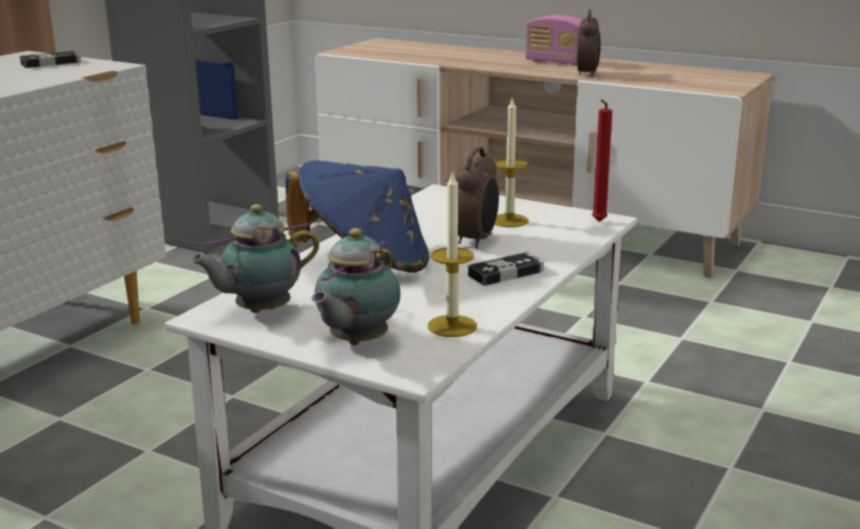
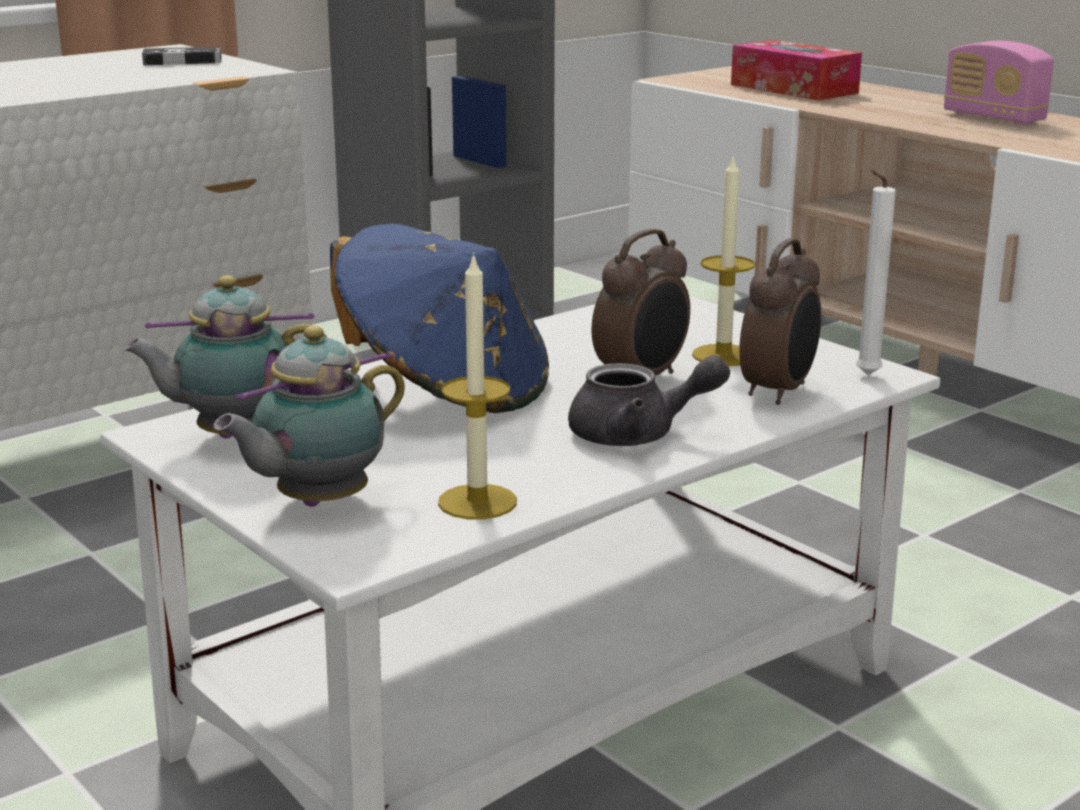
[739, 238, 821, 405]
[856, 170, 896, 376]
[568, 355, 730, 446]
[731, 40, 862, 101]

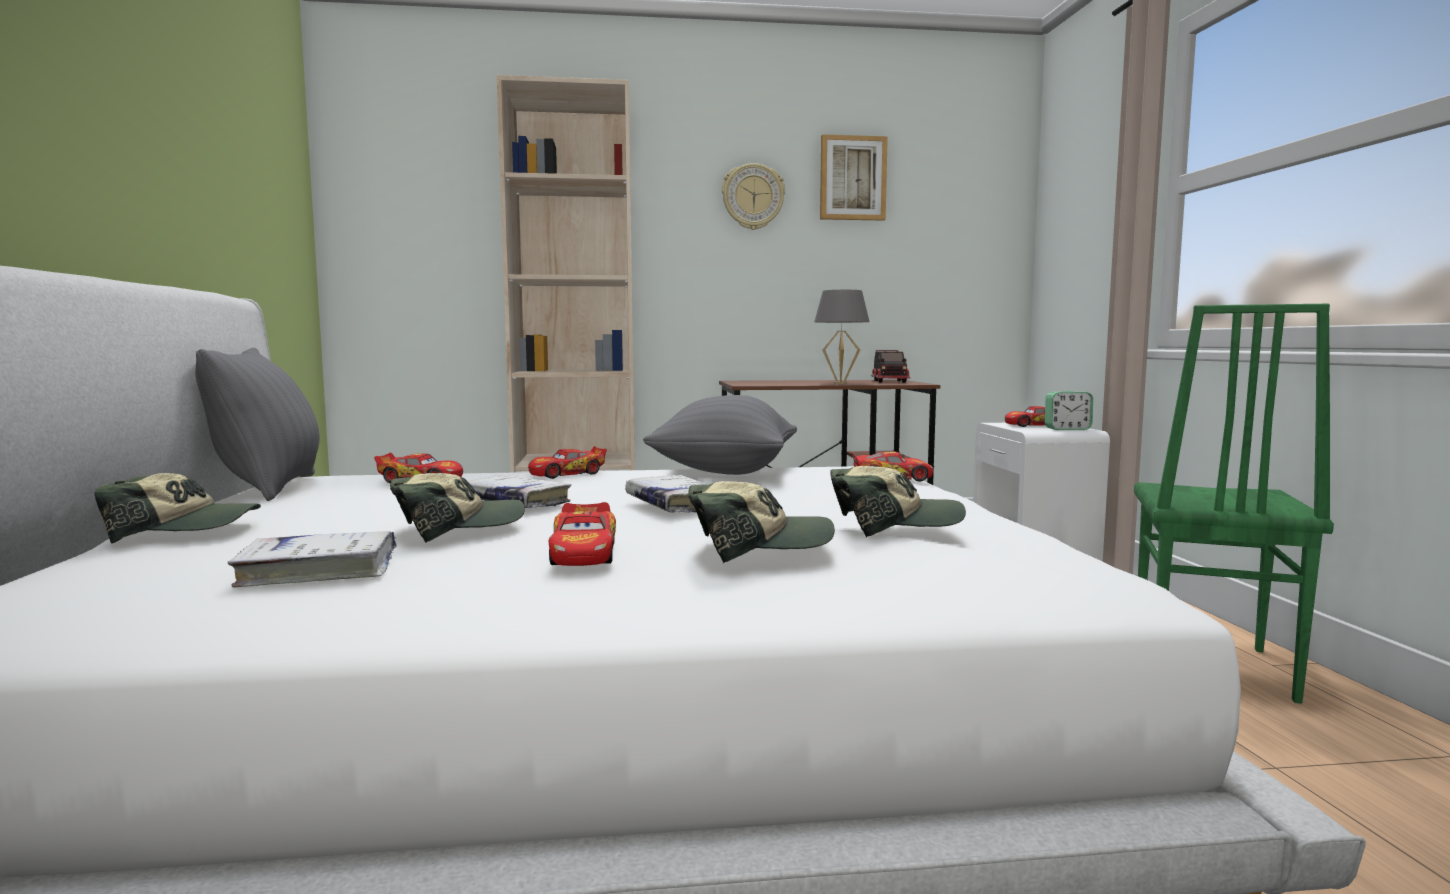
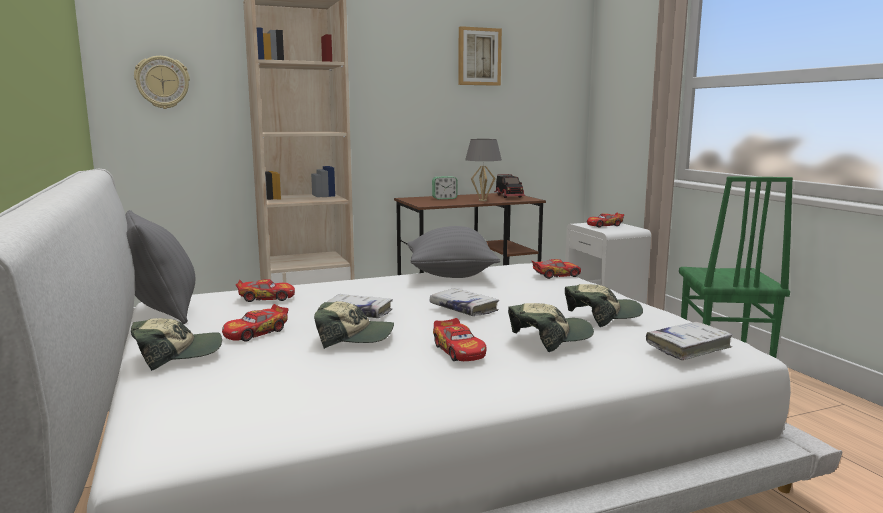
[134, 56, 190, 109]
[432, 176, 458, 199]
[222, 304, 288, 342]
[314, 301, 394, 348]
[646, 322, 733, 360]

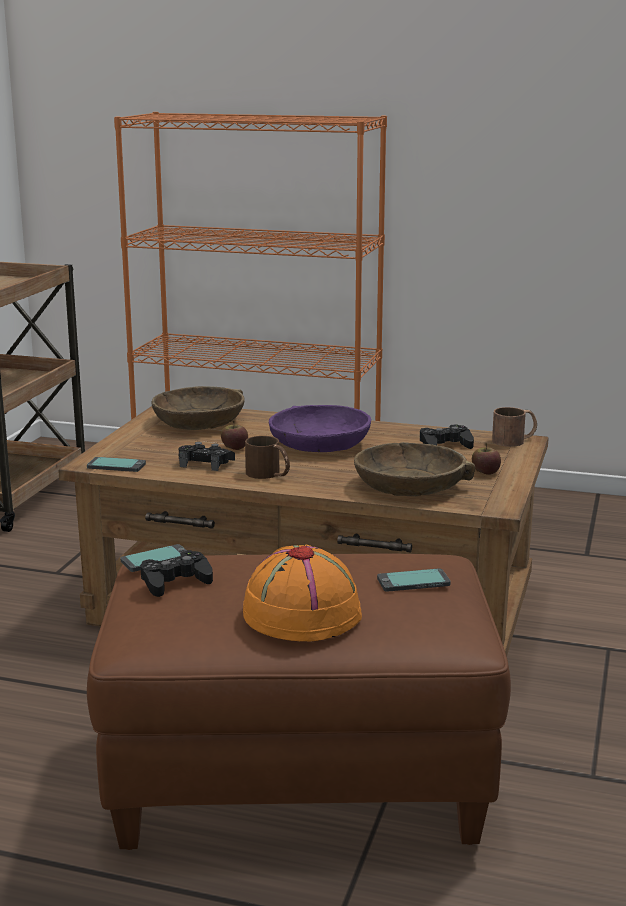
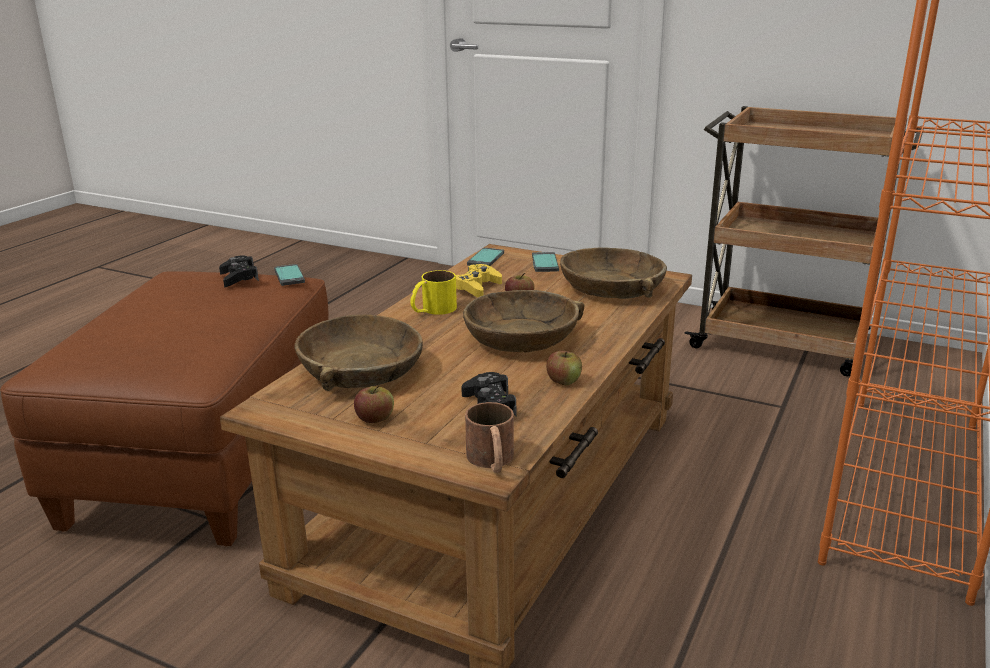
[463, 290, 584, 352]
[410, 270, 457, 315]
[456, 264, 502, 297]
[243, 545, 362, 641] (first image)
[532, 252, 559, 272]
[546, 351, 582, 385]

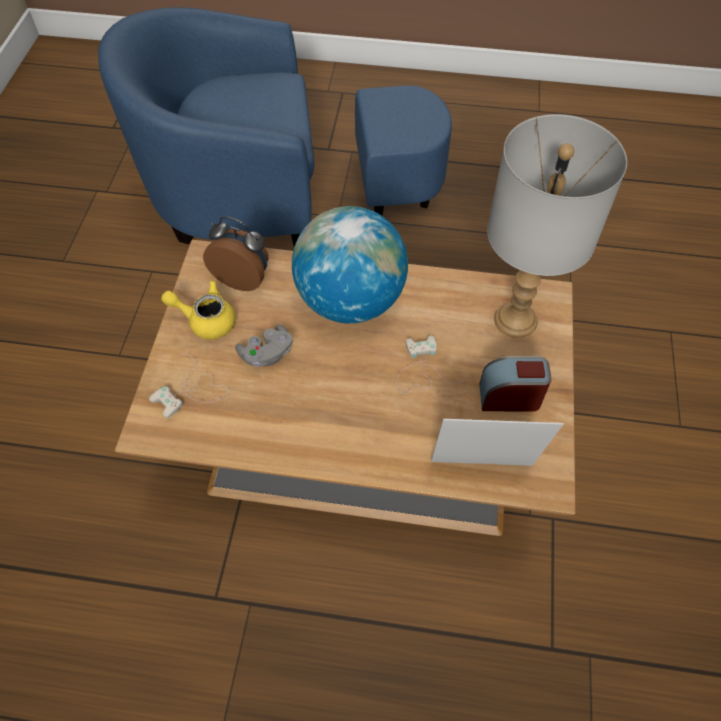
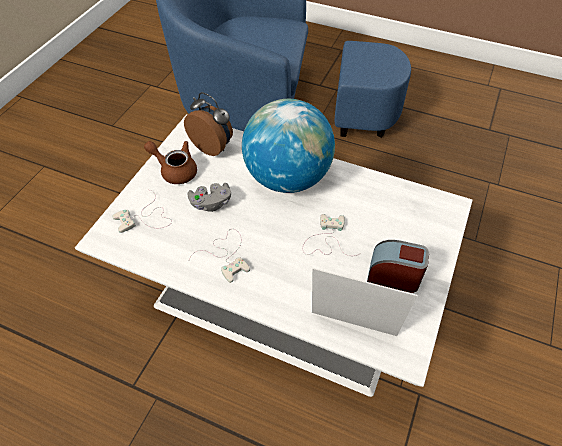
[487, 114, 627, 338] (first image)
[75, 114, 473, 397]
[144, 141, 197, 184]
[189, 229, 250, 283]

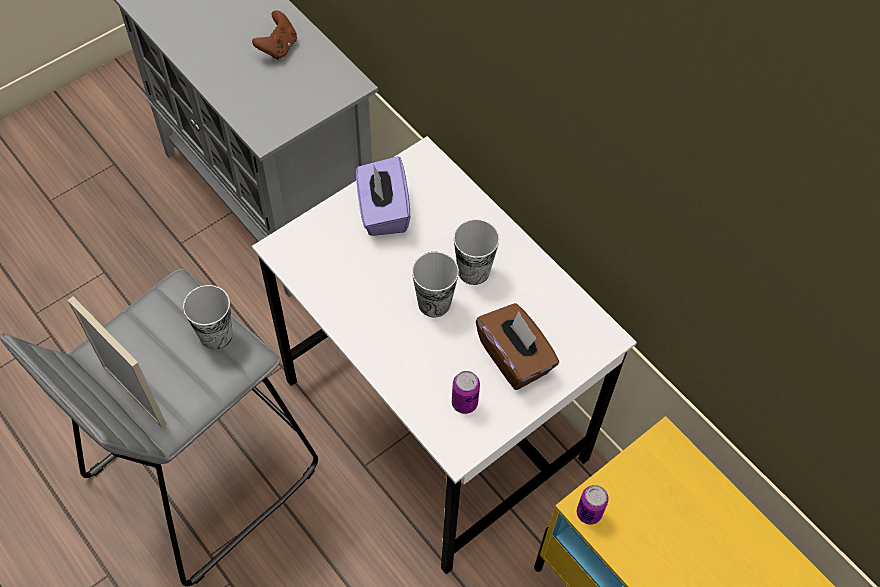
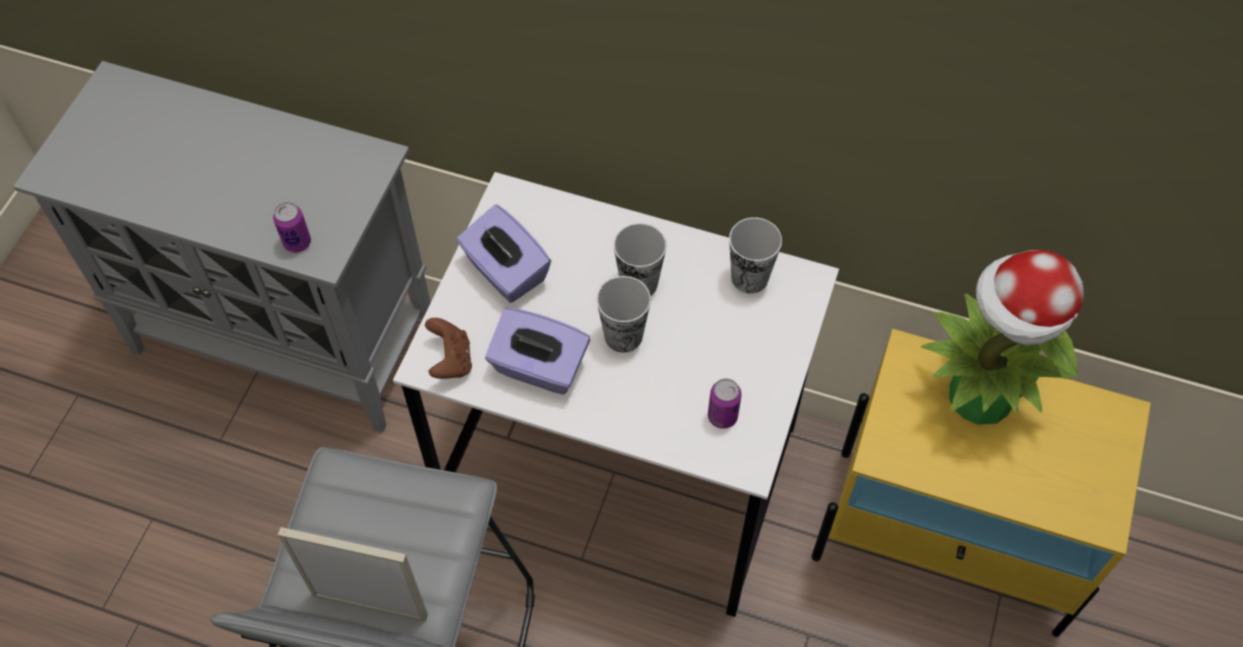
[425, 318, 472, 379]
[729, 217, 782, 294]
[476, 303, 559, 390] (first image)
[273, 202, 311, 253]
[921, 250, 1084, 425]
[485, 308, 590, 395]

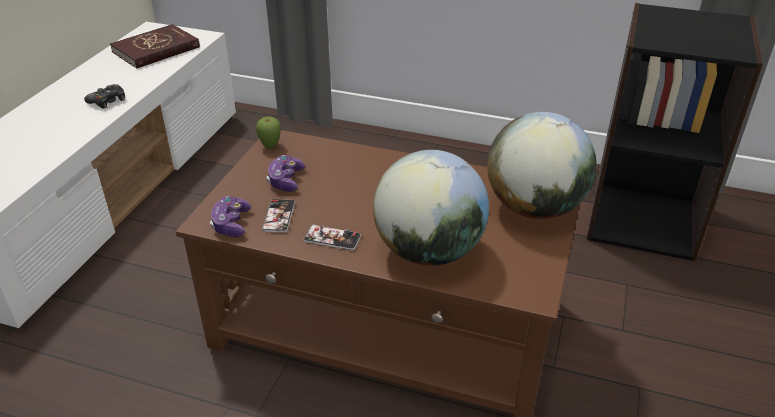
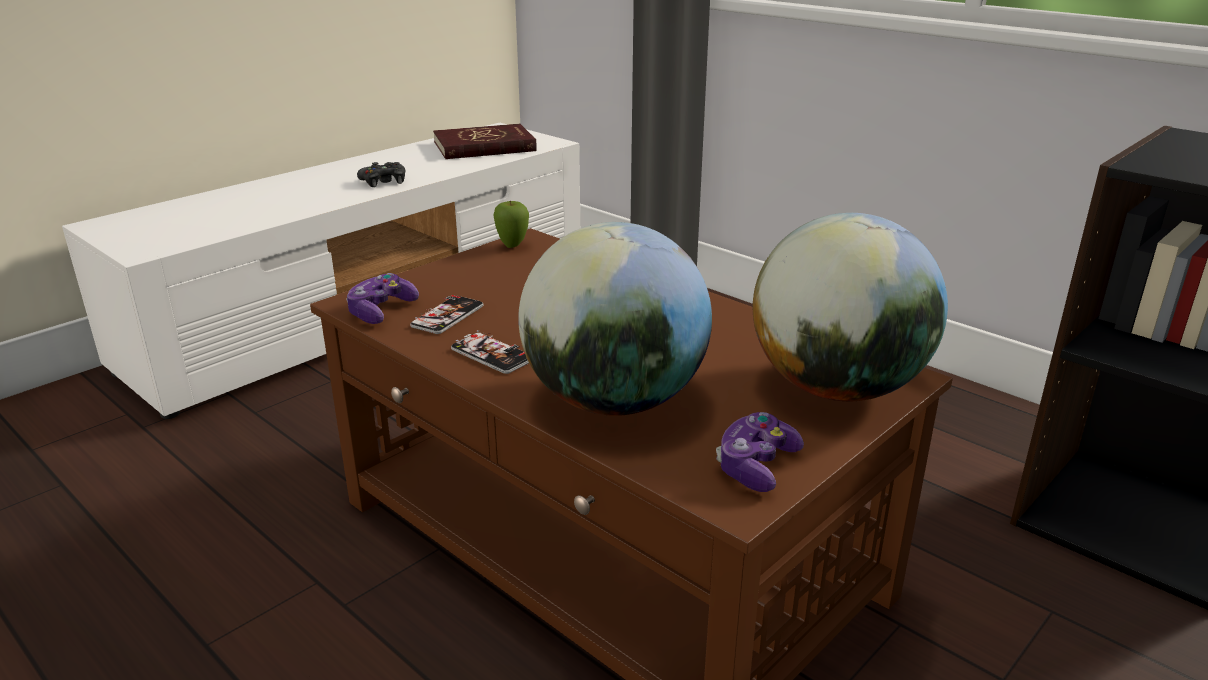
[716, 412, 804, 492]

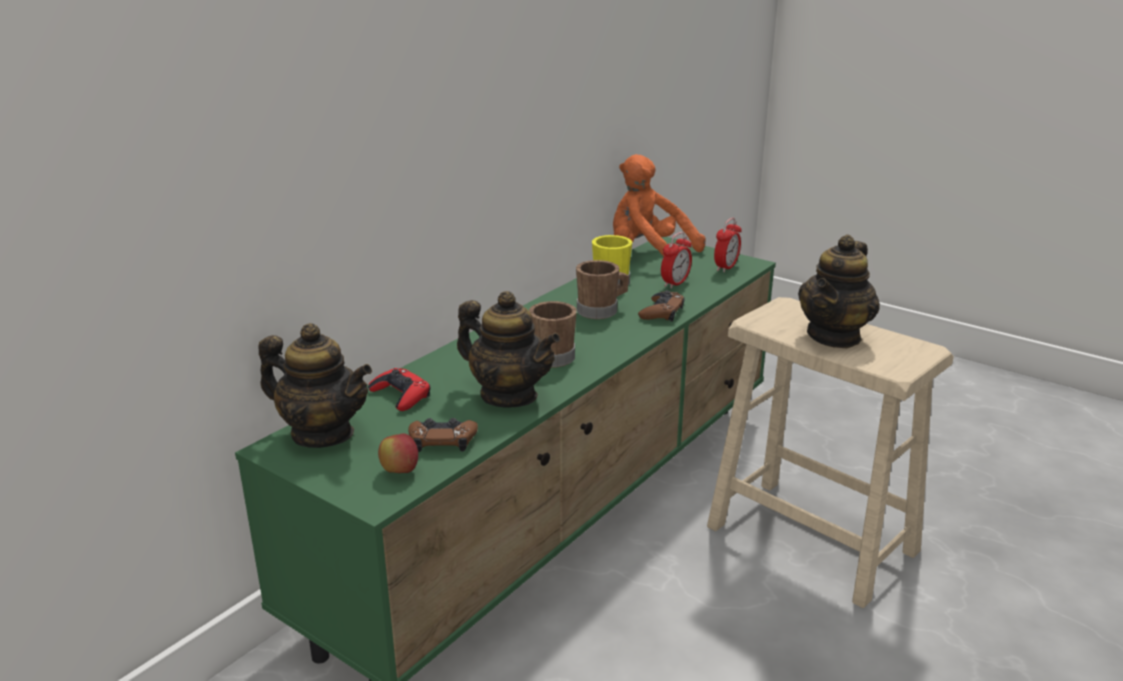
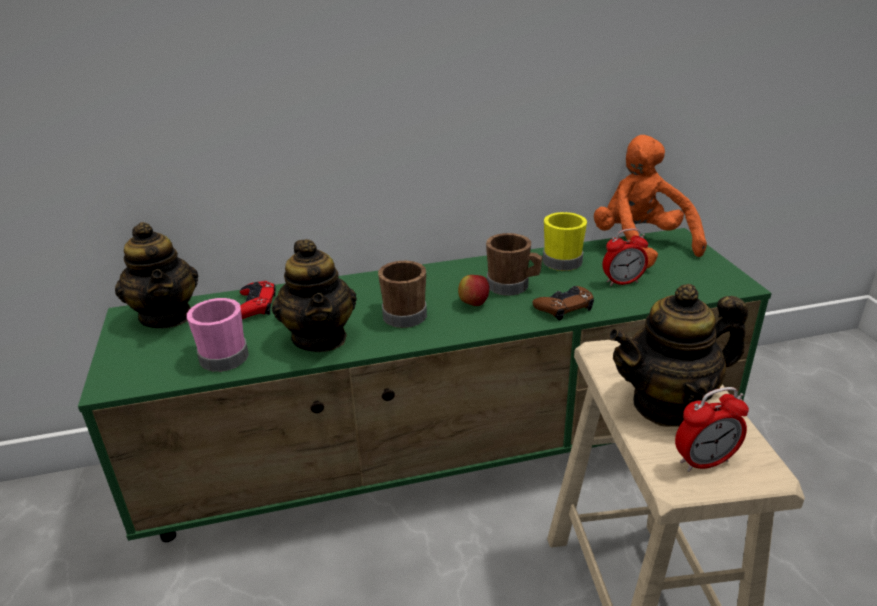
[675, 387, 749, 472]
[187, 298, 249, 372]
[458, 275, 489, 306]

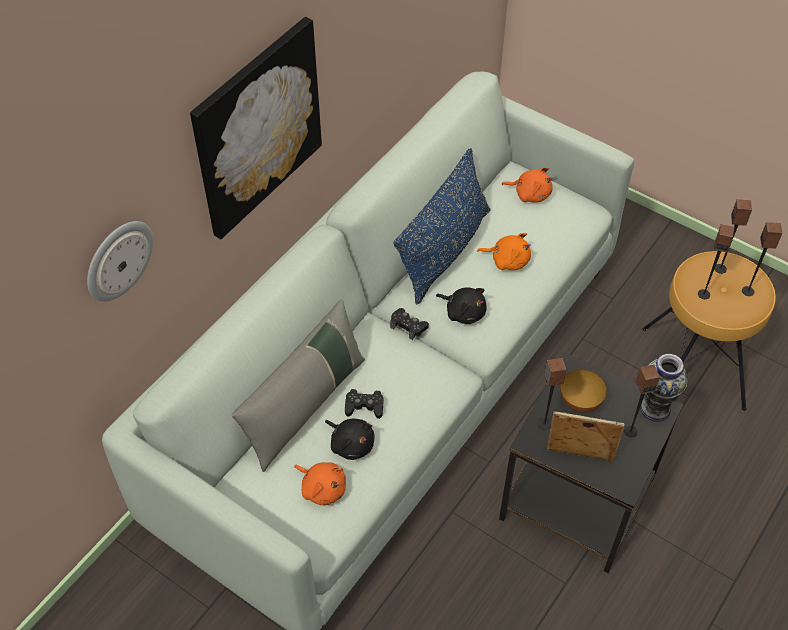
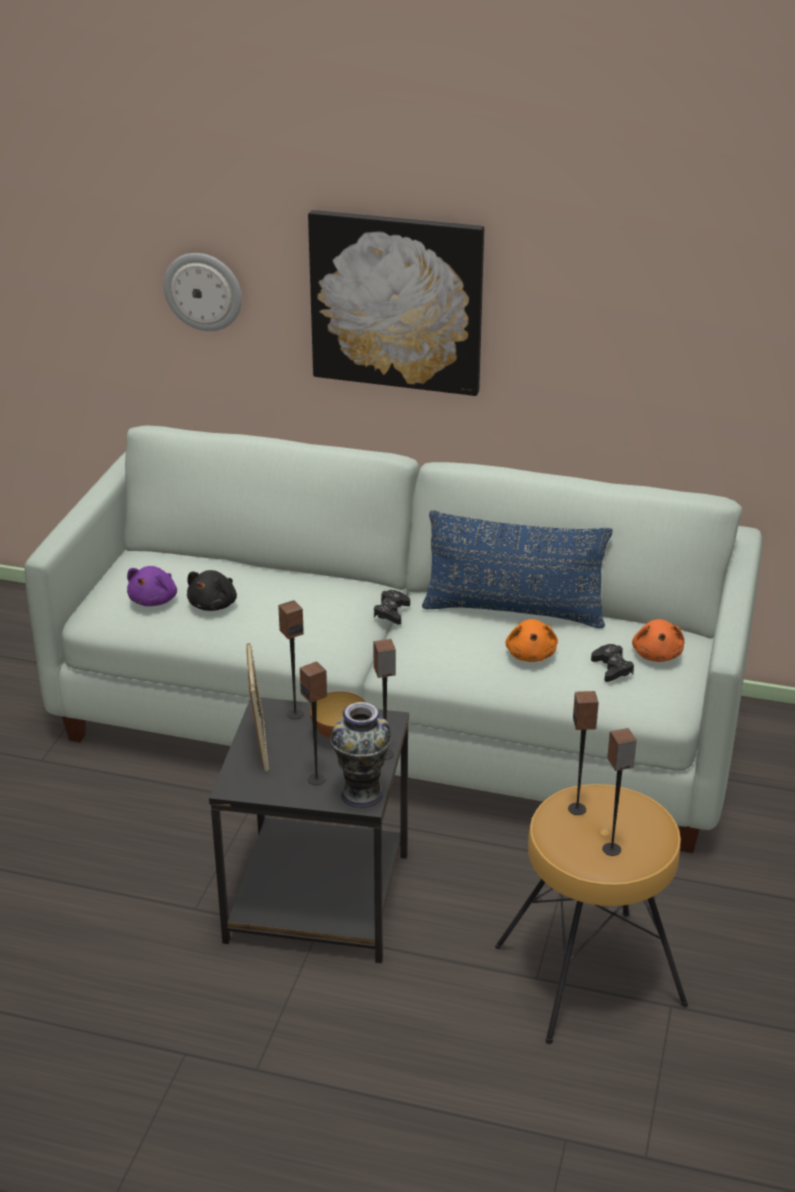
[373, 639, 396, 760]
[436, 288, 487, 324] (first image)
[231, 300, 365, 472] (first image)
[591, 644, 634, 682]
[127, 566, 177, 606]

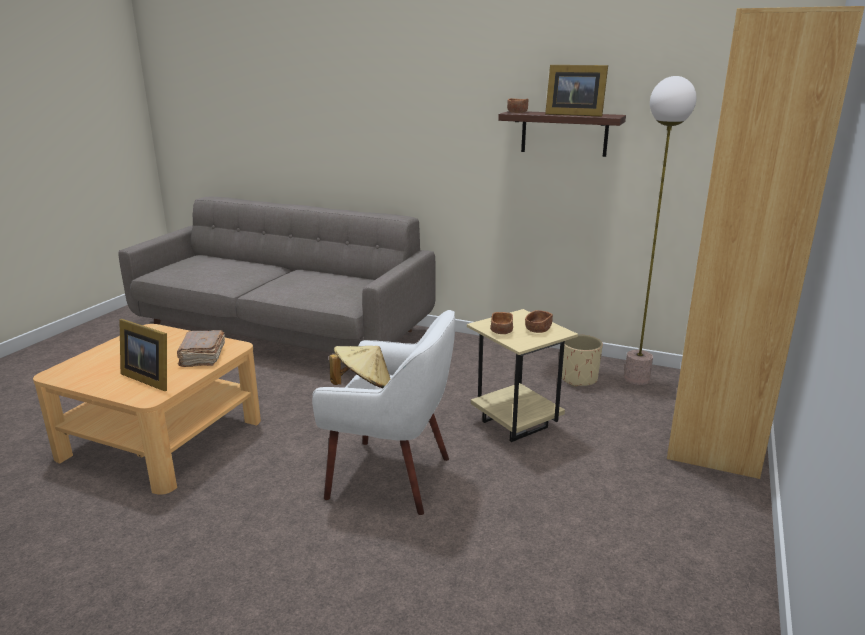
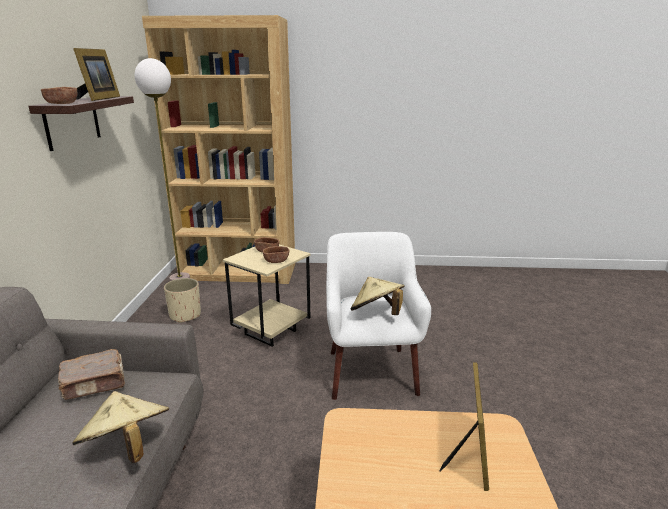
[58, 349, 125, 400]
[72, 391, 169, 463]

